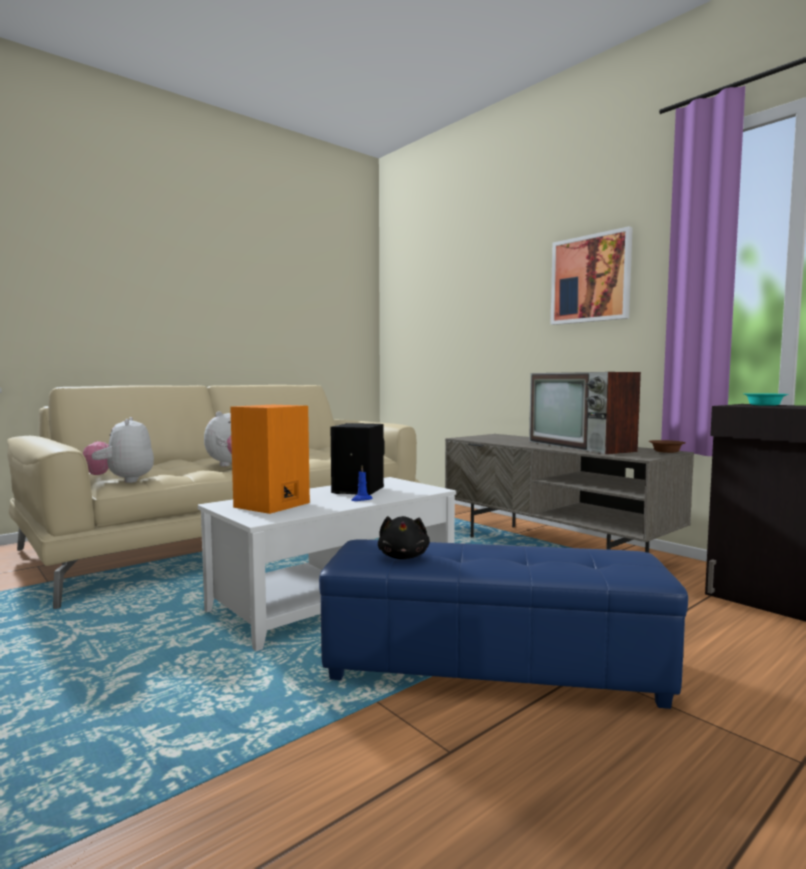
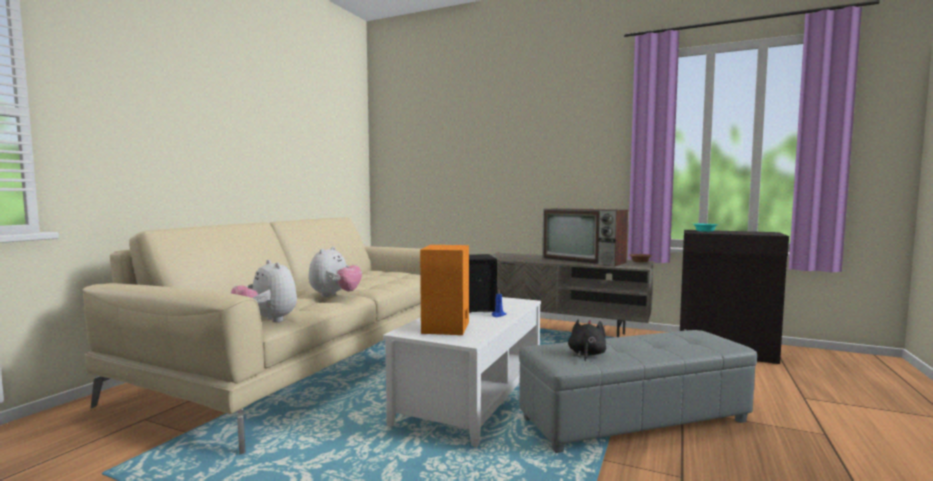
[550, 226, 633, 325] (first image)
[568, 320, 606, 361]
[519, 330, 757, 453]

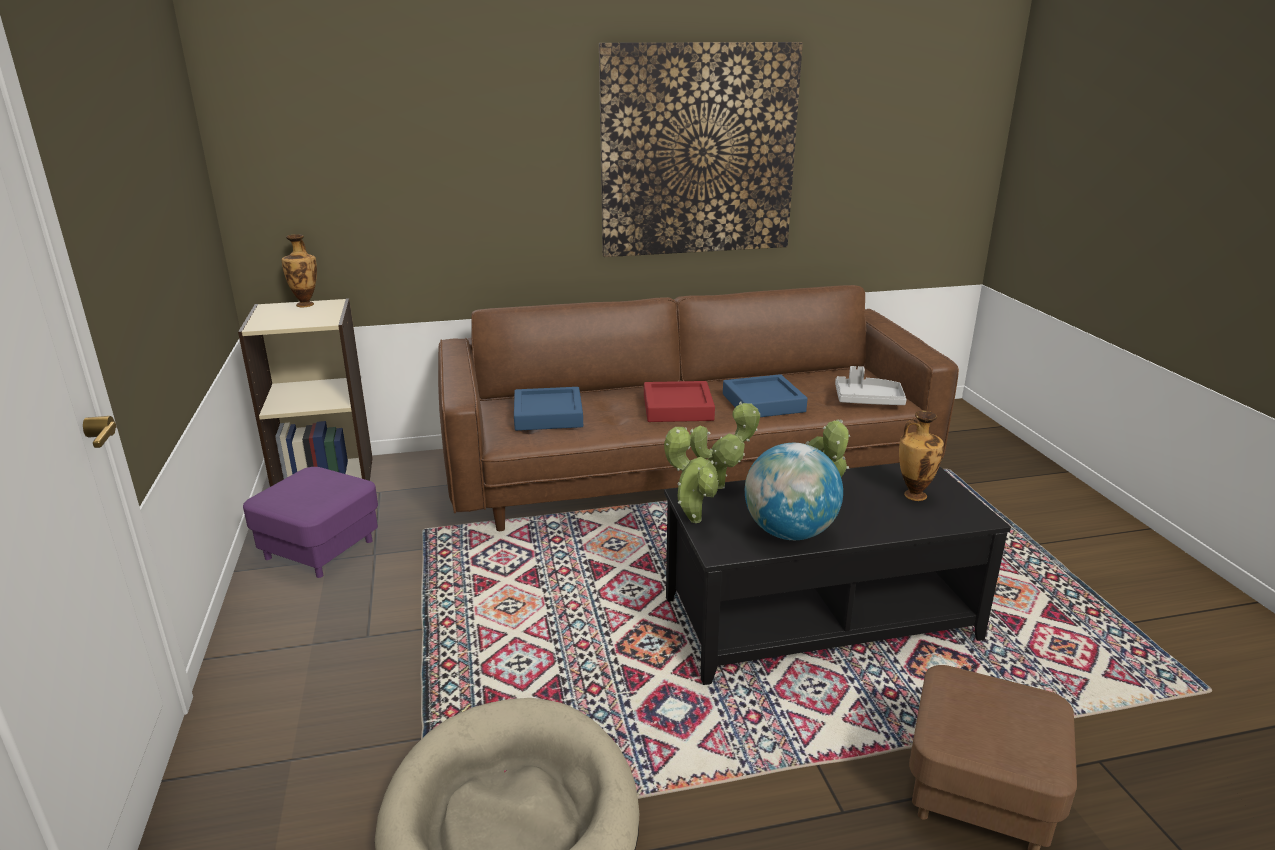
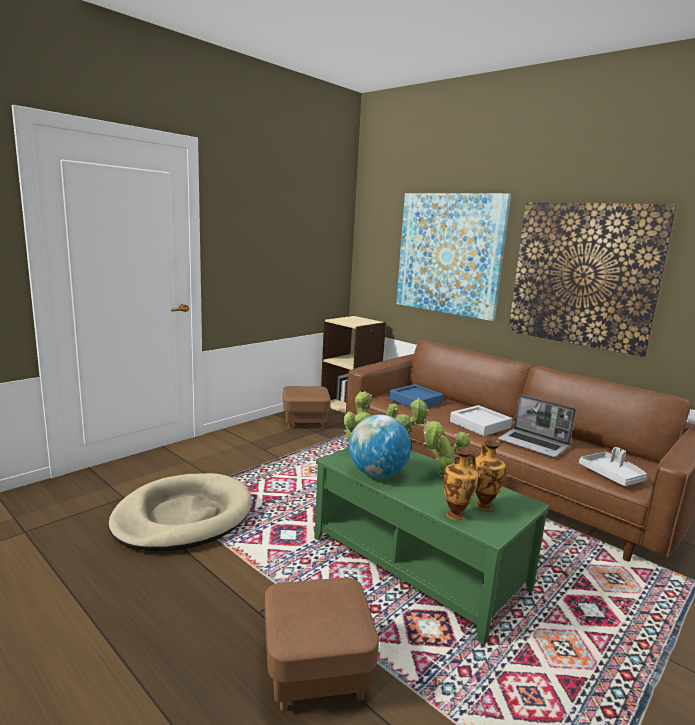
[444, 447, 479, 520]
[498, 394, 576, 457]
[450, 405, 512, 436]
[315, 447, 550, 645]
[283, 386, 331, 429]
[396, 193, 511, 321]

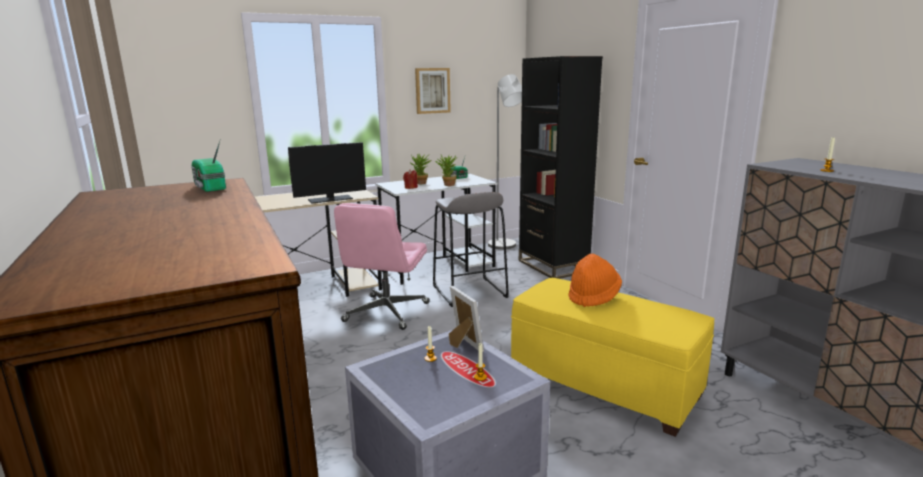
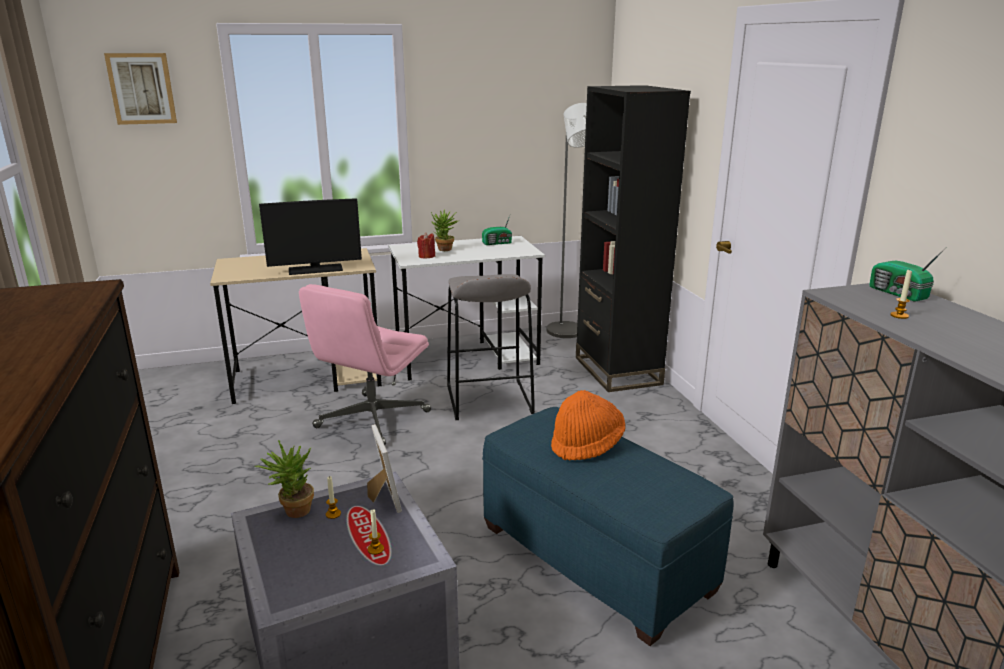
[104, 53, 177, 125]
[869, 248, 946, 302]
[255, 440, 314, 518]
[482, 407, 734, 646]

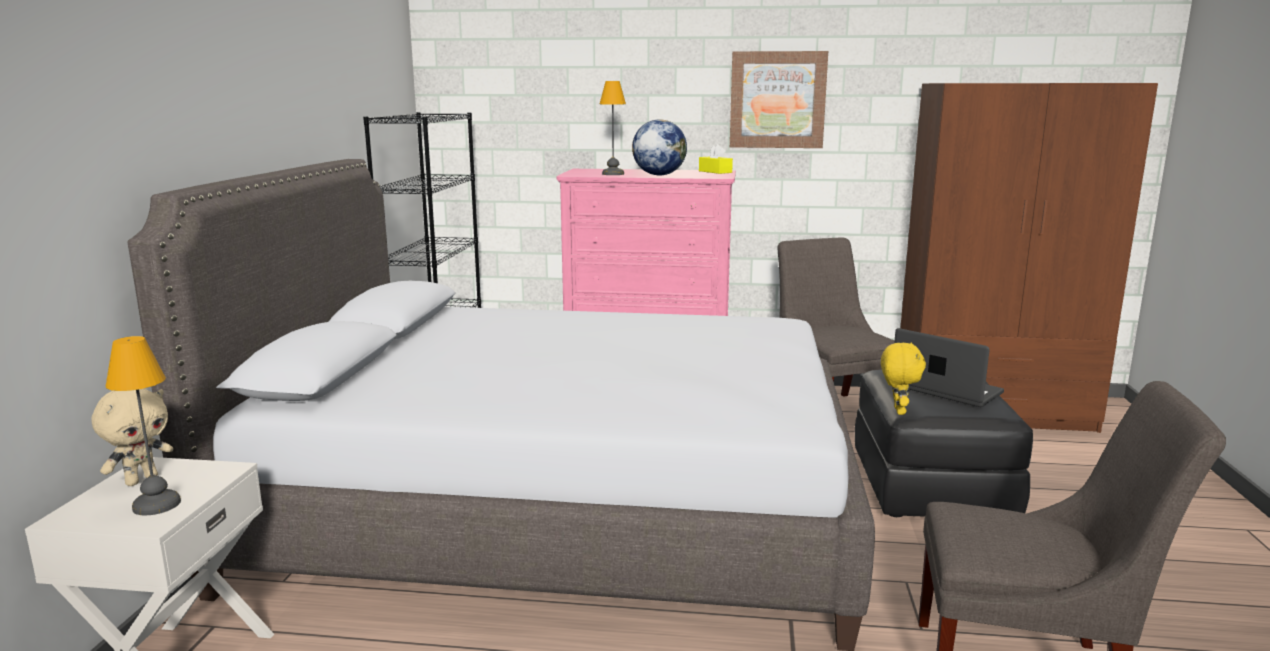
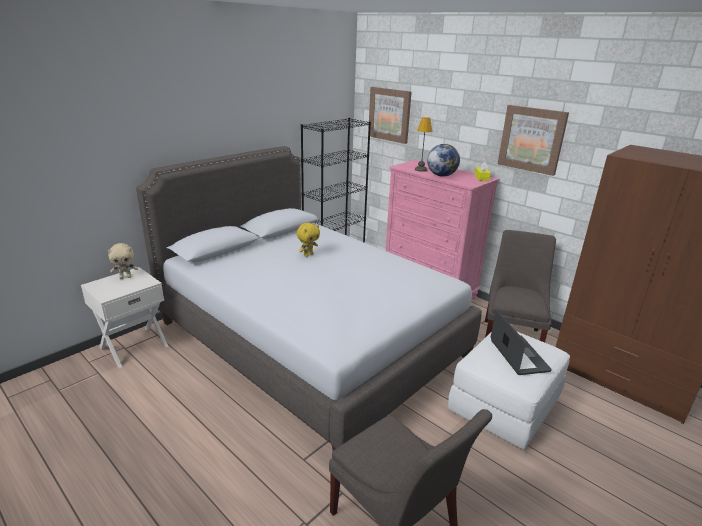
[106, 336, 181, 515] (first image)
[297, 223, 320, 257]
[448, 331, 570, 449]
[368, 87, 412, 144]

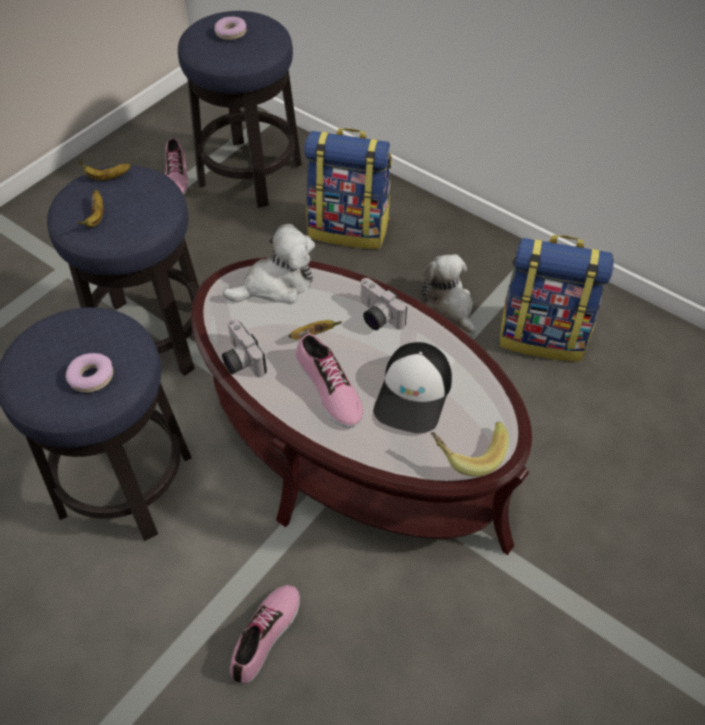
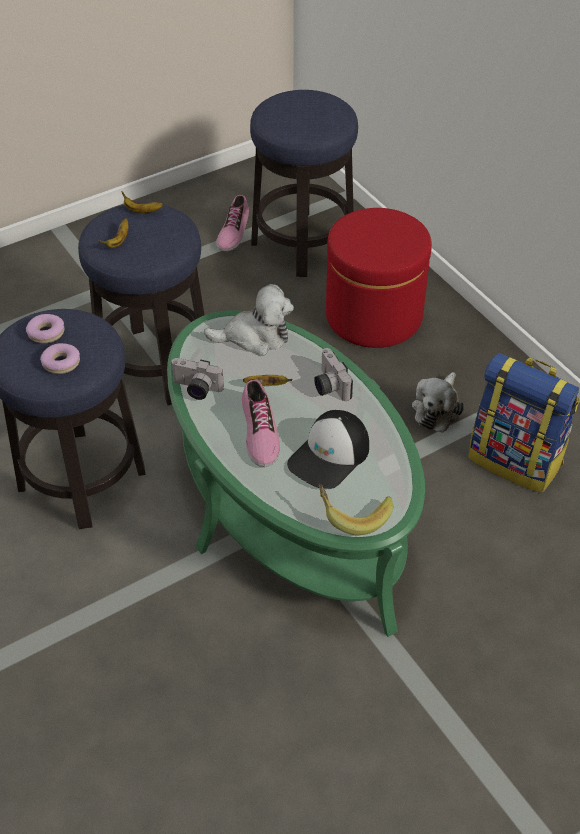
[26, 314, 64, 343]
[326, 208, 432, 348]
[412, 372, 464, 433]
[167, 310, 425, 637]
[170, 358, 224, 400]
[230, 585, 300, 684] (first image)

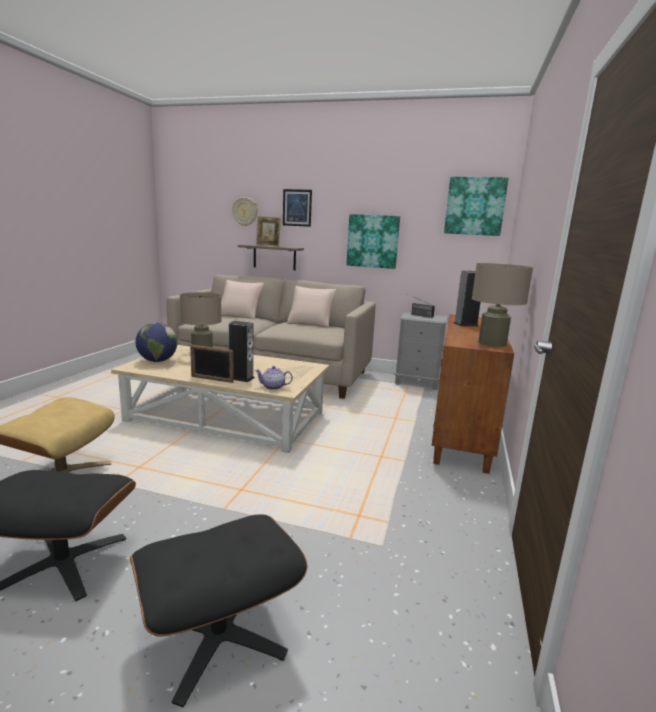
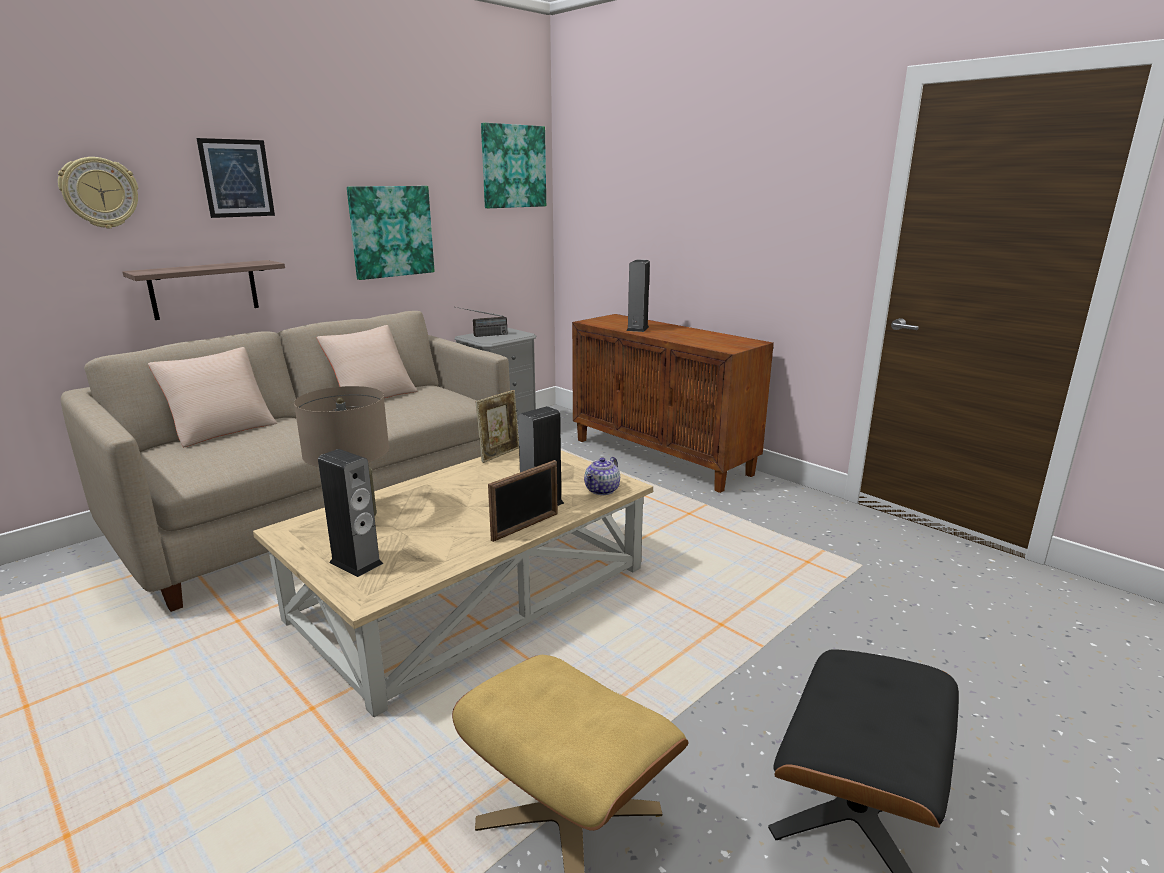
[476, 390, 519, 463]
[472, 263, 533, 347] (first image)
[318, 449, 383, 577]
[130, 515, 307, 707] (first image)

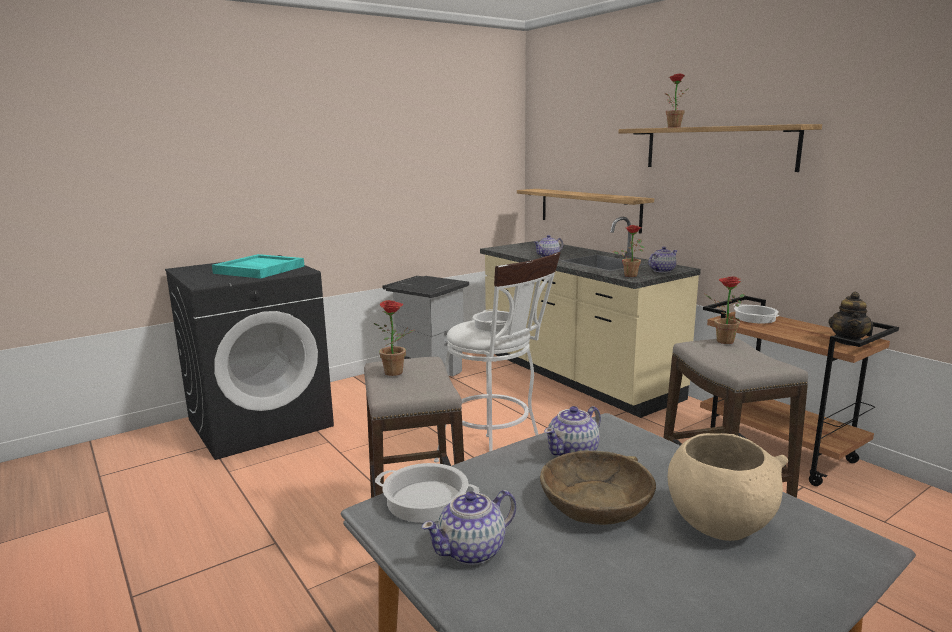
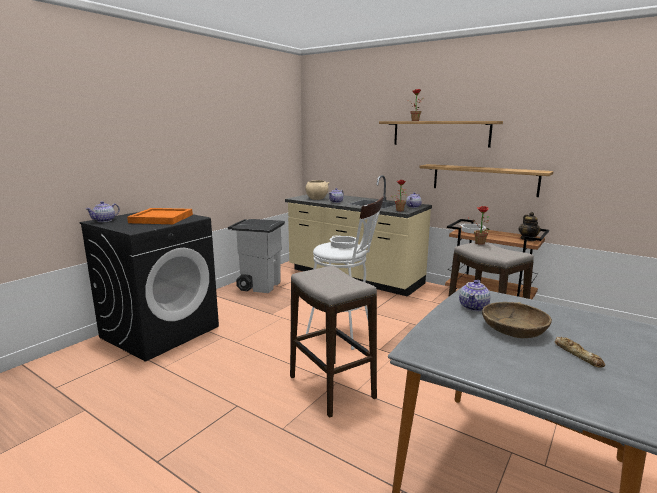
[419, 164, 554, 197]
[127, 208, 193, 224]
[374, 300, 414, 376] (first image)
[305, 180, 329, 200]
[375, 463, 479, 523] (first image)
[86, 201, 120, 222]
[555, 337, 605, 368]

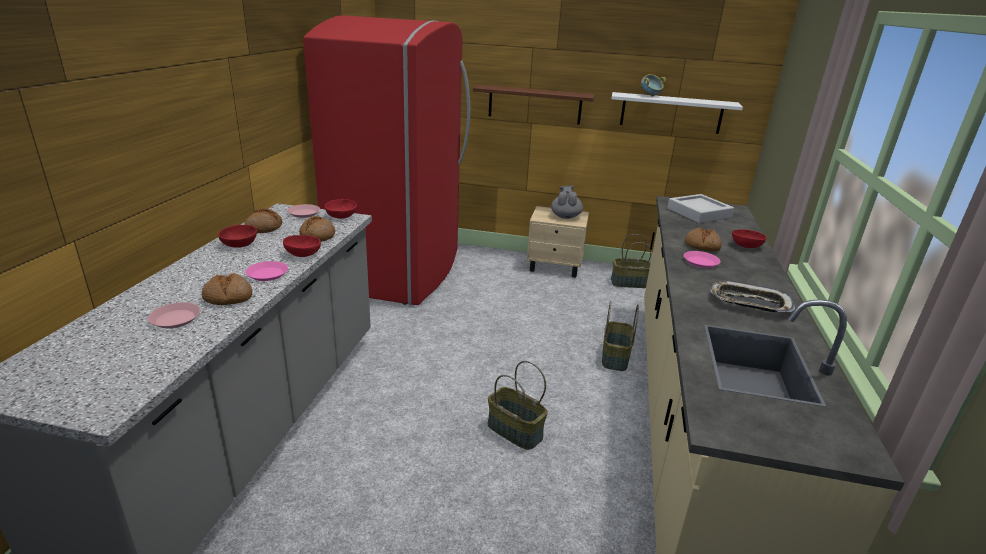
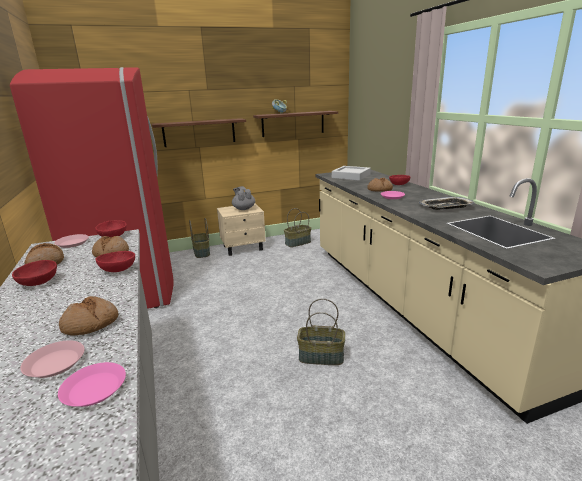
[253, 111, 338, 137]
[58, 362, 126, 407]
[189, 218, 210, 258]

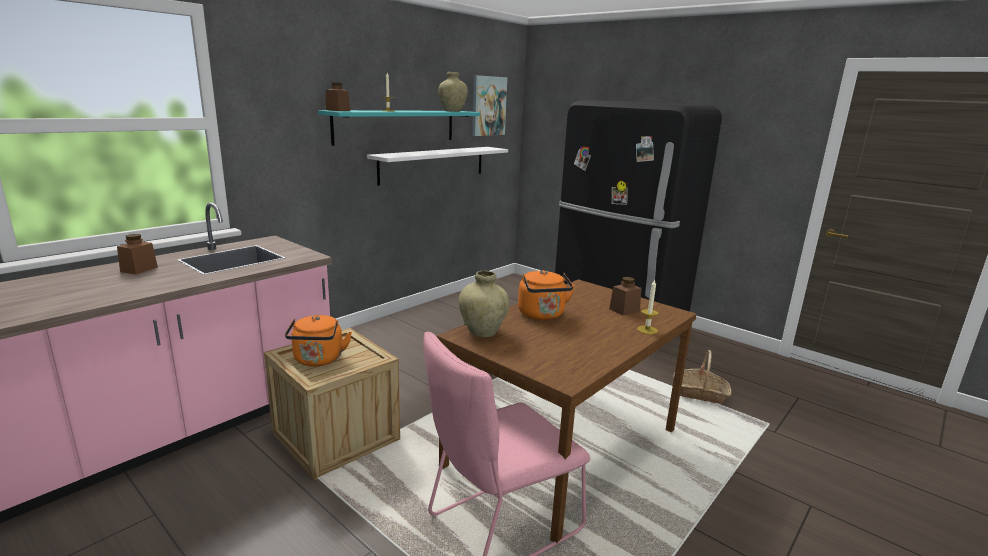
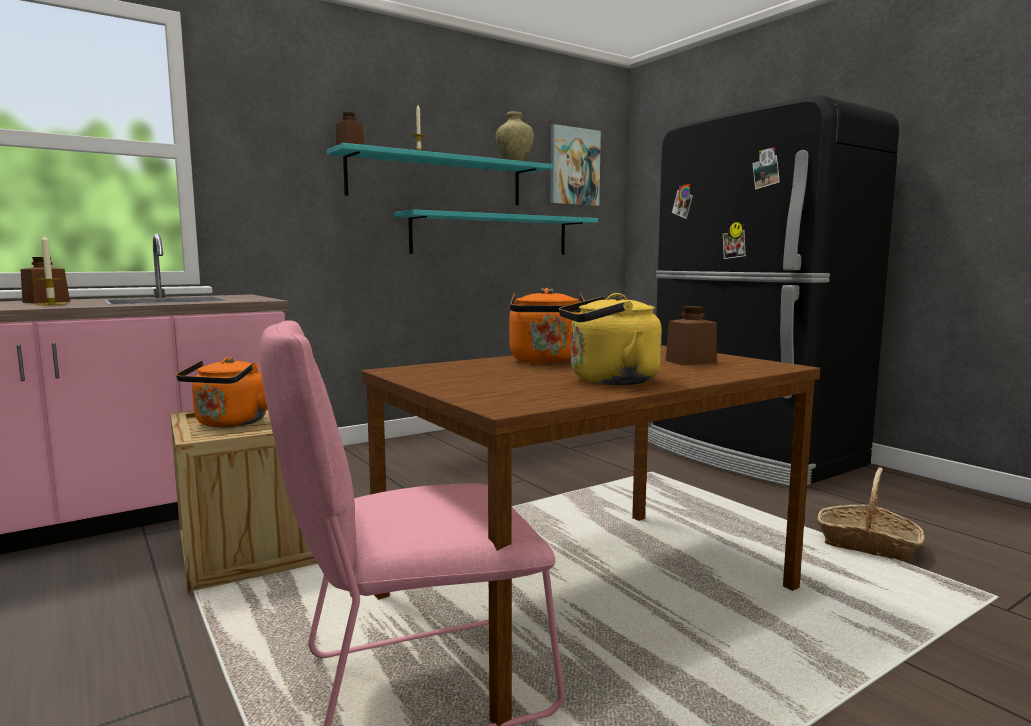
[394, 209, 598, 255]
[458, 270, 509, 338] (first image)
[35, 234, 67, 305]
[559, 293, 662, 385]

